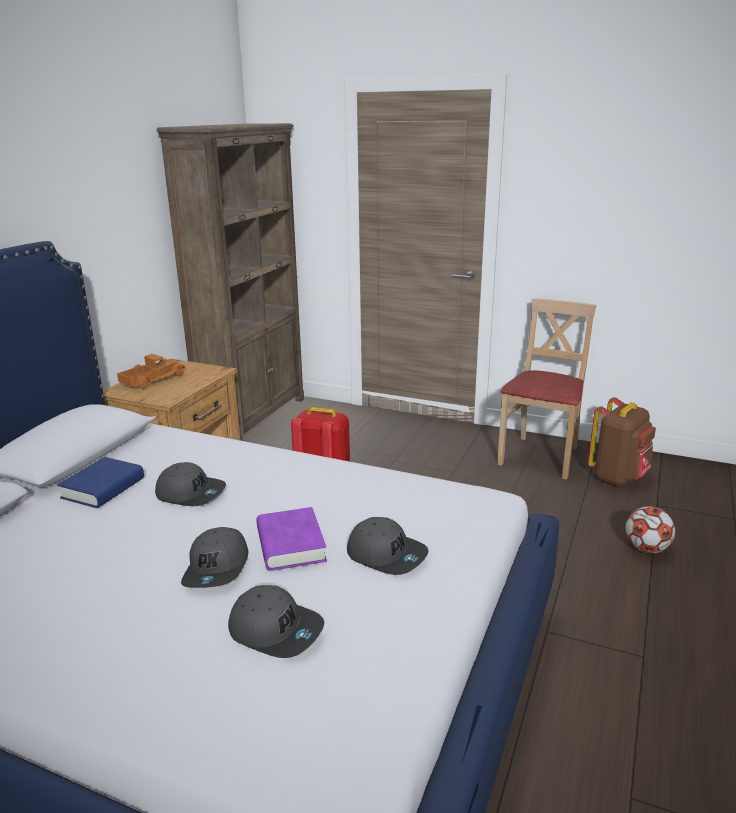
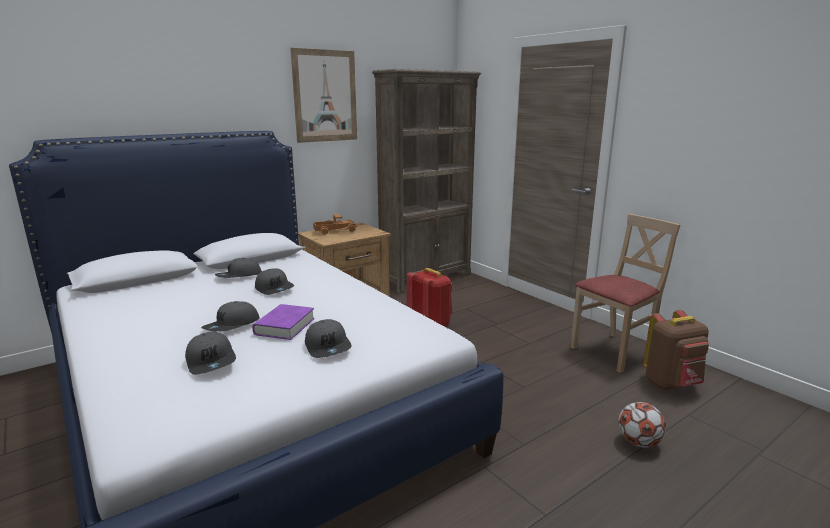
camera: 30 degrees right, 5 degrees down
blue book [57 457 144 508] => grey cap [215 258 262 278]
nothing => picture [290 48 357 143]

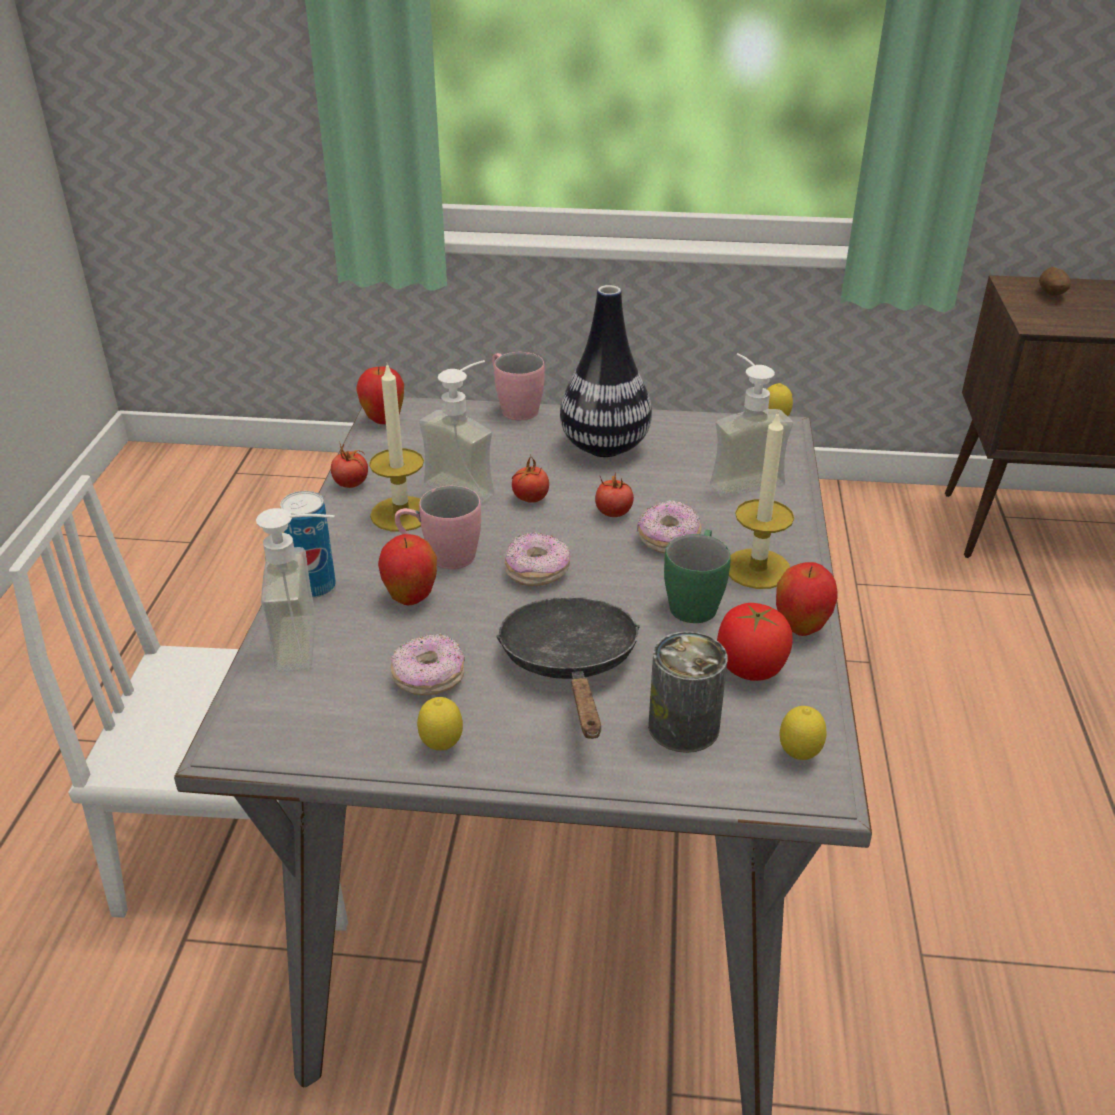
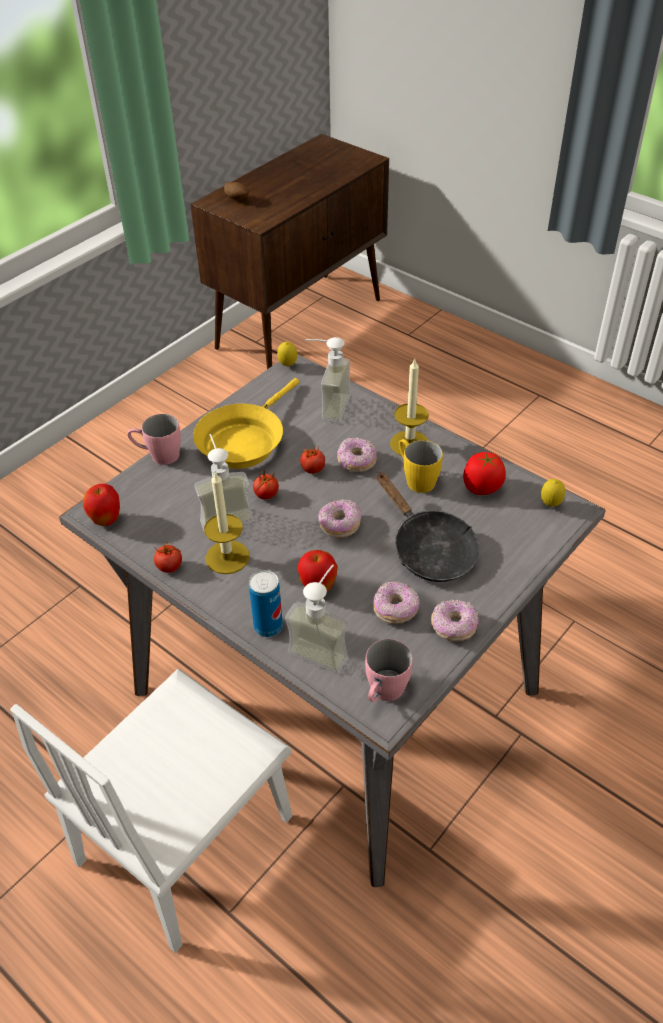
camera: 55 degrees left, 10 degrees up
vase [560 285 652 457] => yellow frying pan [193 378 299 469]
pink mug [395 486 481 569] => pink mug [365 639 413 702], relocated
green mug [664 529 731 623] => yellow mug [399 439 443 493]
apple [776 562 838 636] => nothing
black frying pan [496 597 640 739] => black frying pan [376 472 479 582], 150 degrees counterclockwise
can [648 631 727 753] => nothing
lemon [417 697 463 751] => donut [431 599 479 641]

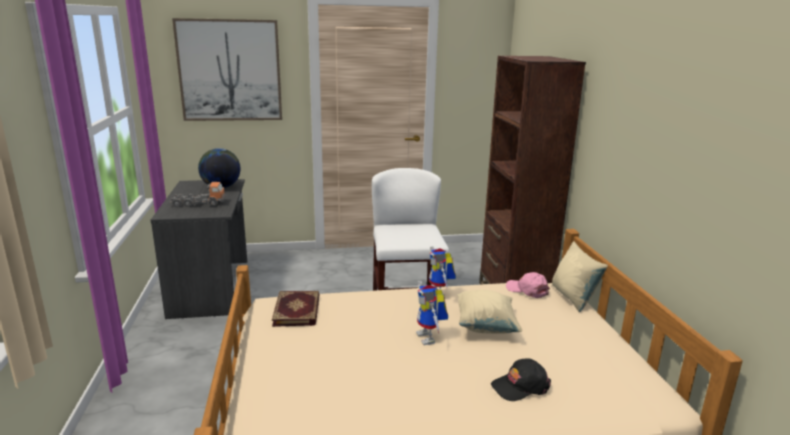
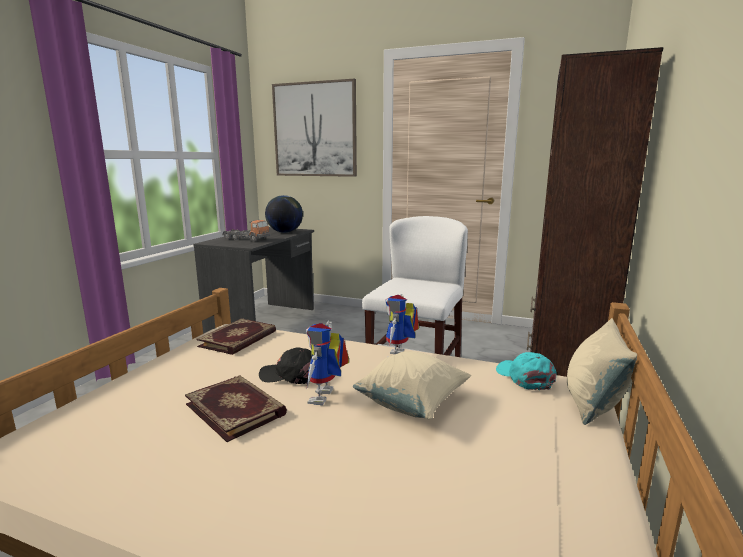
camera: 30 degrees right, 5 degrees down
pink cap [506 272 550 298] => turquoise cap [496 352 557 390]
black cap [491 358 551 401] => black cap [259 348 312 384], relocated
nothing => book [185 375 287 442]

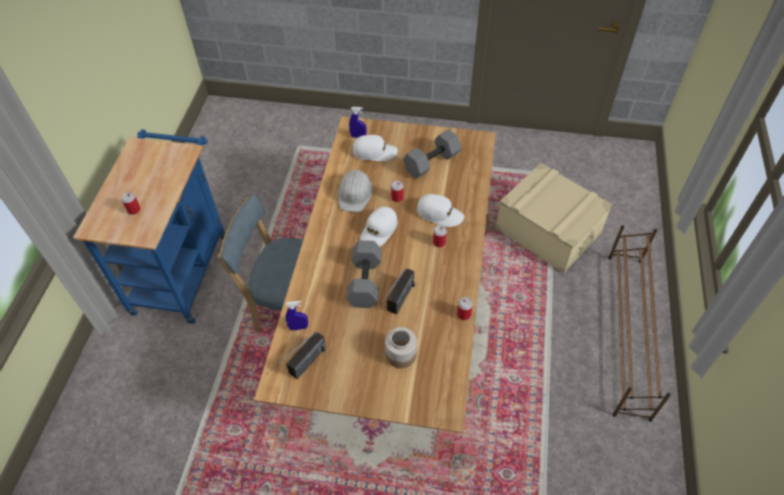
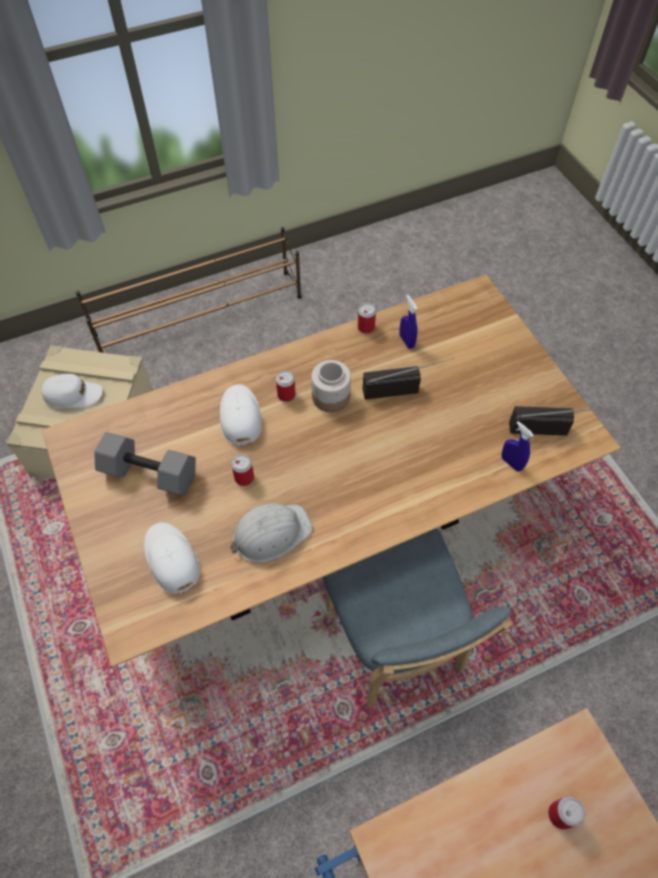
camera: 125 degrees left, 5 degrees up
blue spray bottle [349 107 367 138] => blue spray bottle [399 295 417 349], relocated
white cap [360 206 398 247] => white cap [41 374 103 408], relocated
grey dumbbell [346 240 382 308] => nothing
jar [385 327 417 368] => jar [311 360 351 412], relocated

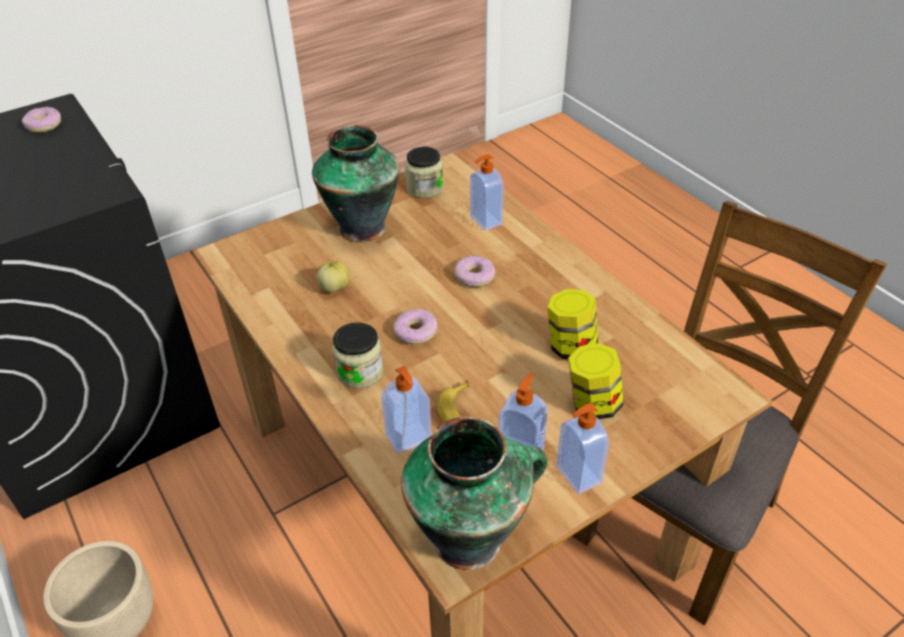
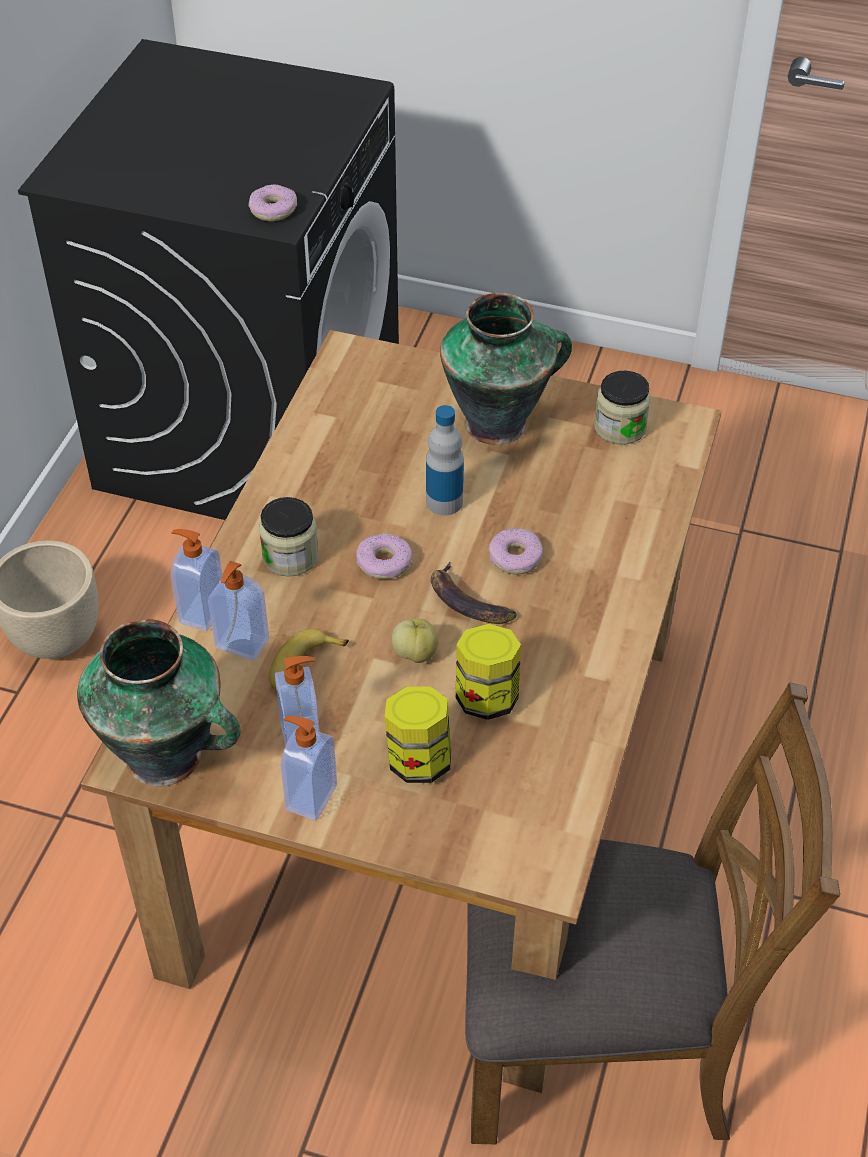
camera: 50 degrees right, 5 degrees up
donut [22 107 61 133] => donut [248 184 297 221], relocated
soap dispenser [470 154 504 231] => soap dispenser [171 529 222 631], relocated
apple [317 261 350 293] => apple [391 618 439 663], relocated
nothing => bottle [426 405 464 516]
nothing => banana [431 562 517 624]

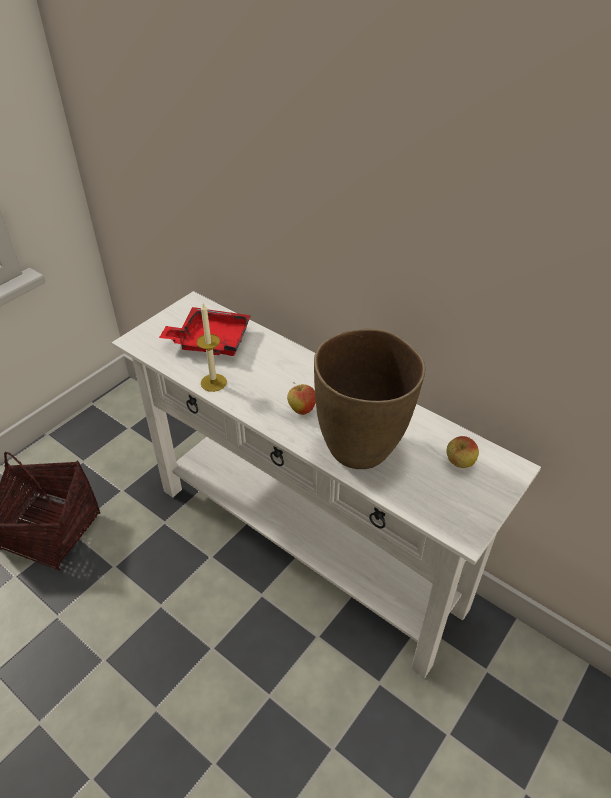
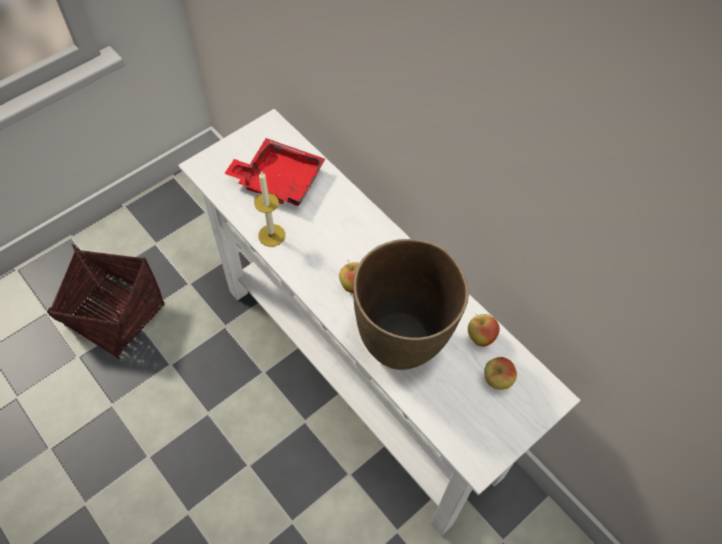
camera: 10 degrees right, 15 degrees up
nothing => apple [468 314 500 347]

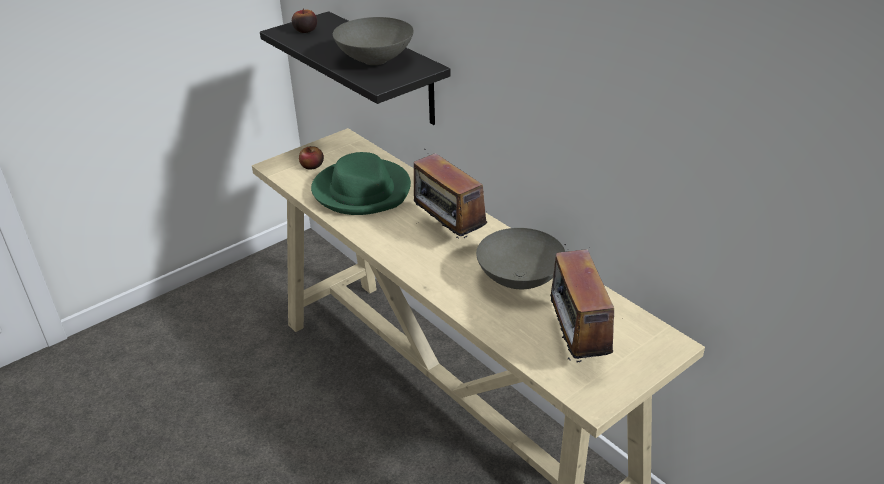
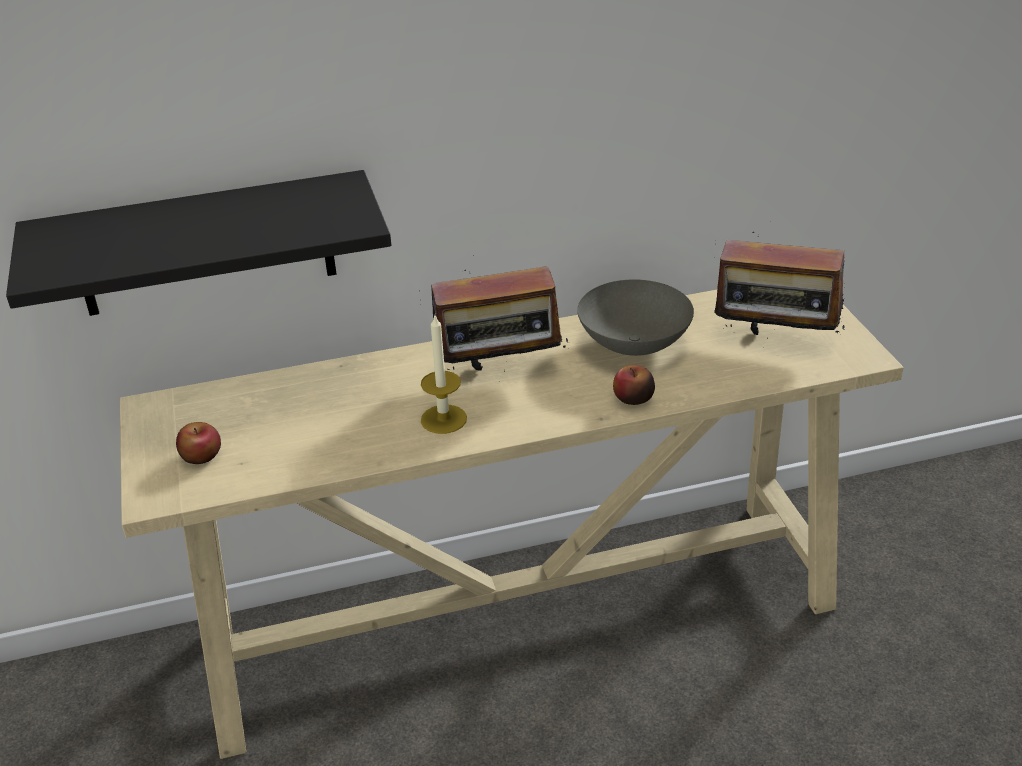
camera: 65 degrees left, 0 degrees up
apple [292 8 317 33] => apple [613 365 655 405], relocated
grey bowl [333 17 414 65] => nothing
green hat [311 152 411 215] => nothing
nothing => candle [421 316 467 434]

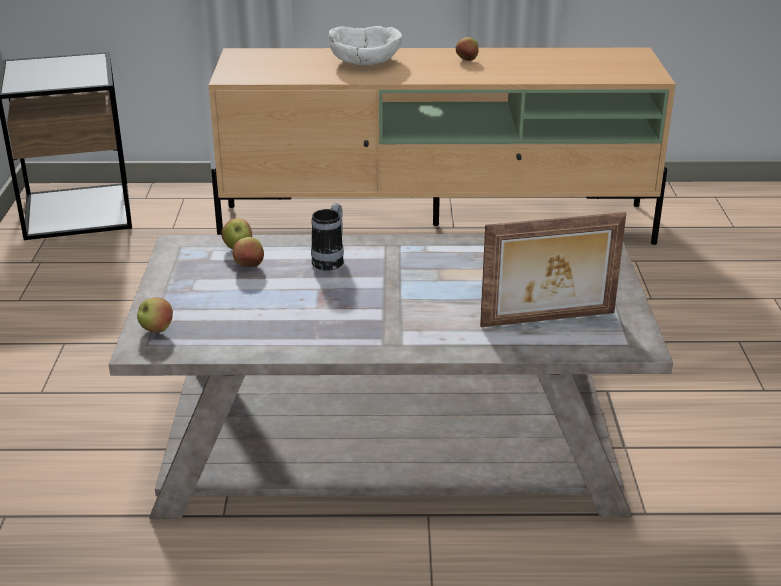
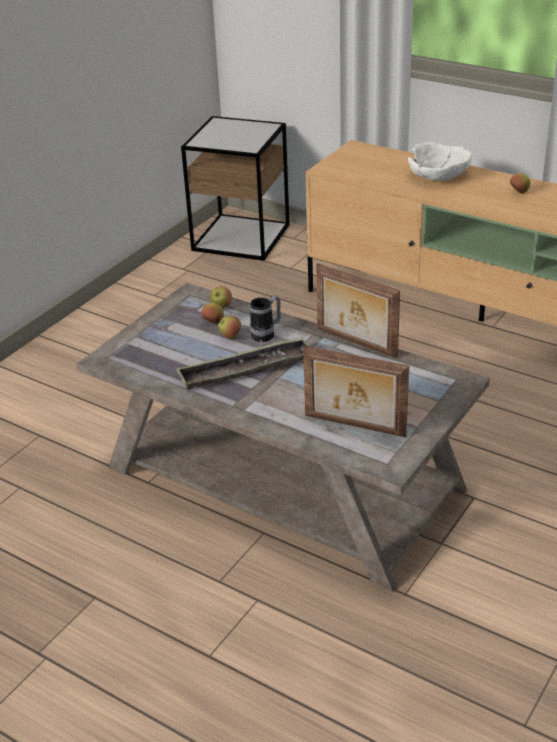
camera: 35 degrees right, 5 degrees up
apple [137 297 173 332] => apple [218 316 241 339], relocated
nothing => picture frame [316 263 400 358]
nothing => tray [176 337 309 390]

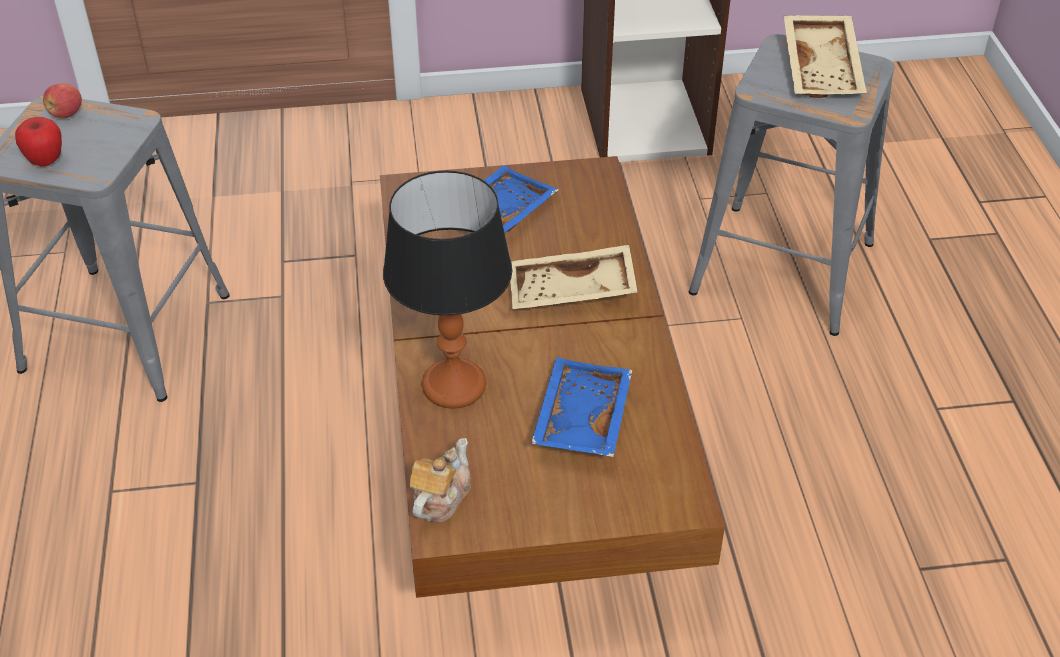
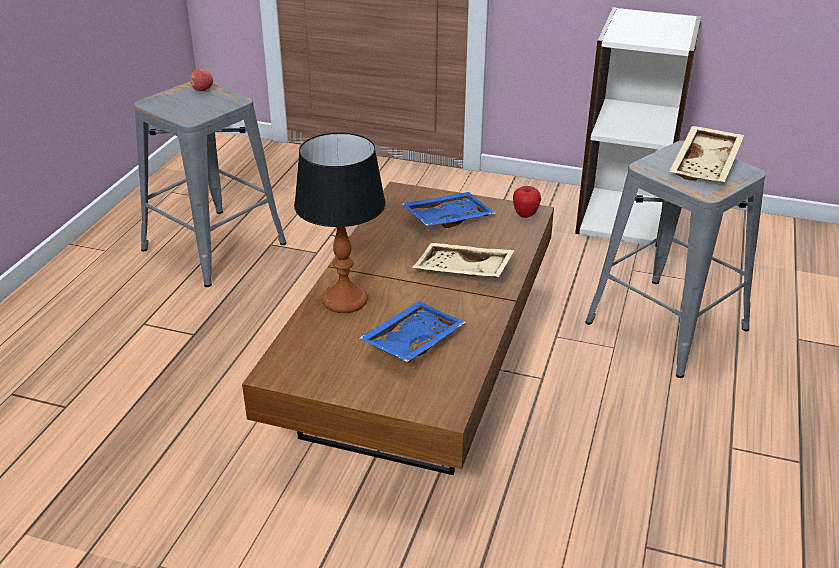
camera: 25 degrees right, 10 degrees down
apple [15 117 62 167] => apple [513 186 541 218], relocated
teapot [410 438 471 523] => nothing

